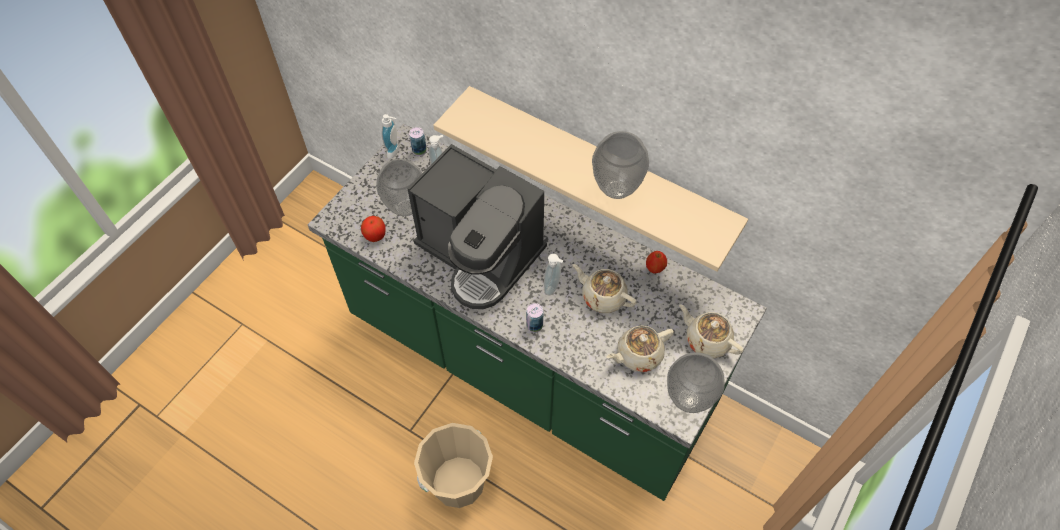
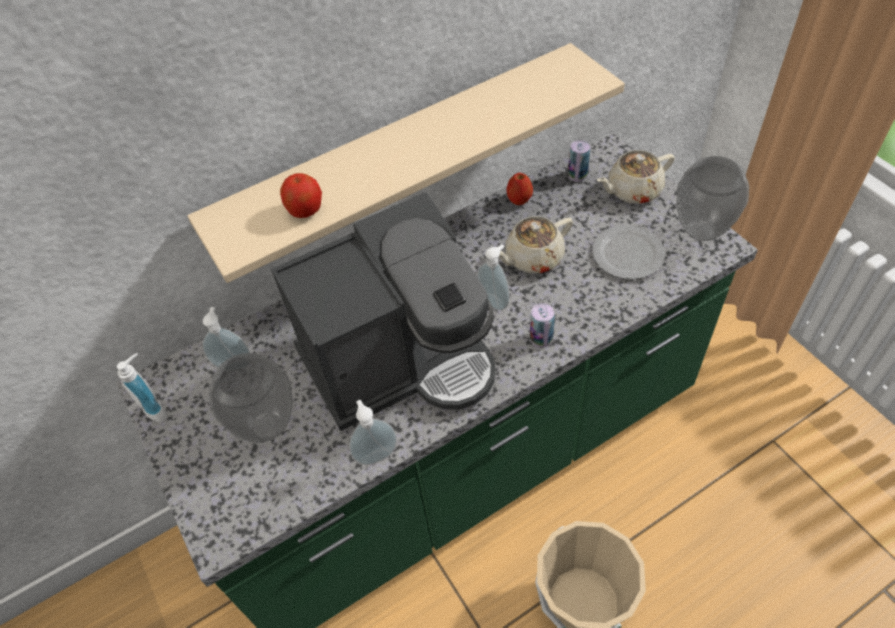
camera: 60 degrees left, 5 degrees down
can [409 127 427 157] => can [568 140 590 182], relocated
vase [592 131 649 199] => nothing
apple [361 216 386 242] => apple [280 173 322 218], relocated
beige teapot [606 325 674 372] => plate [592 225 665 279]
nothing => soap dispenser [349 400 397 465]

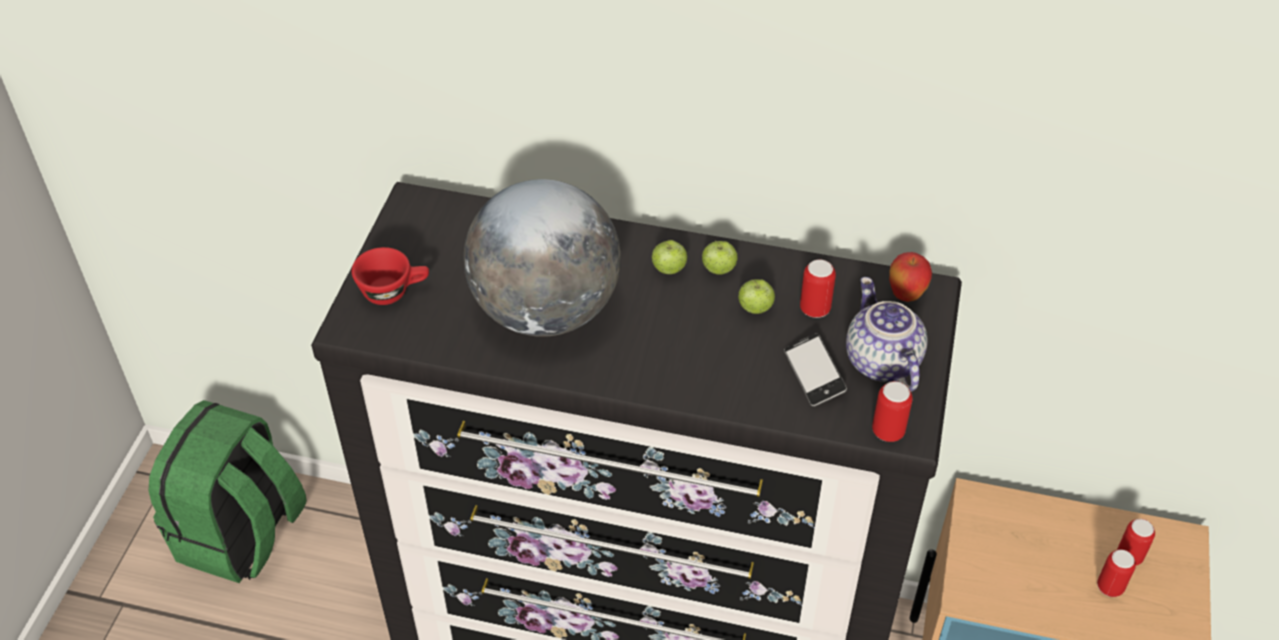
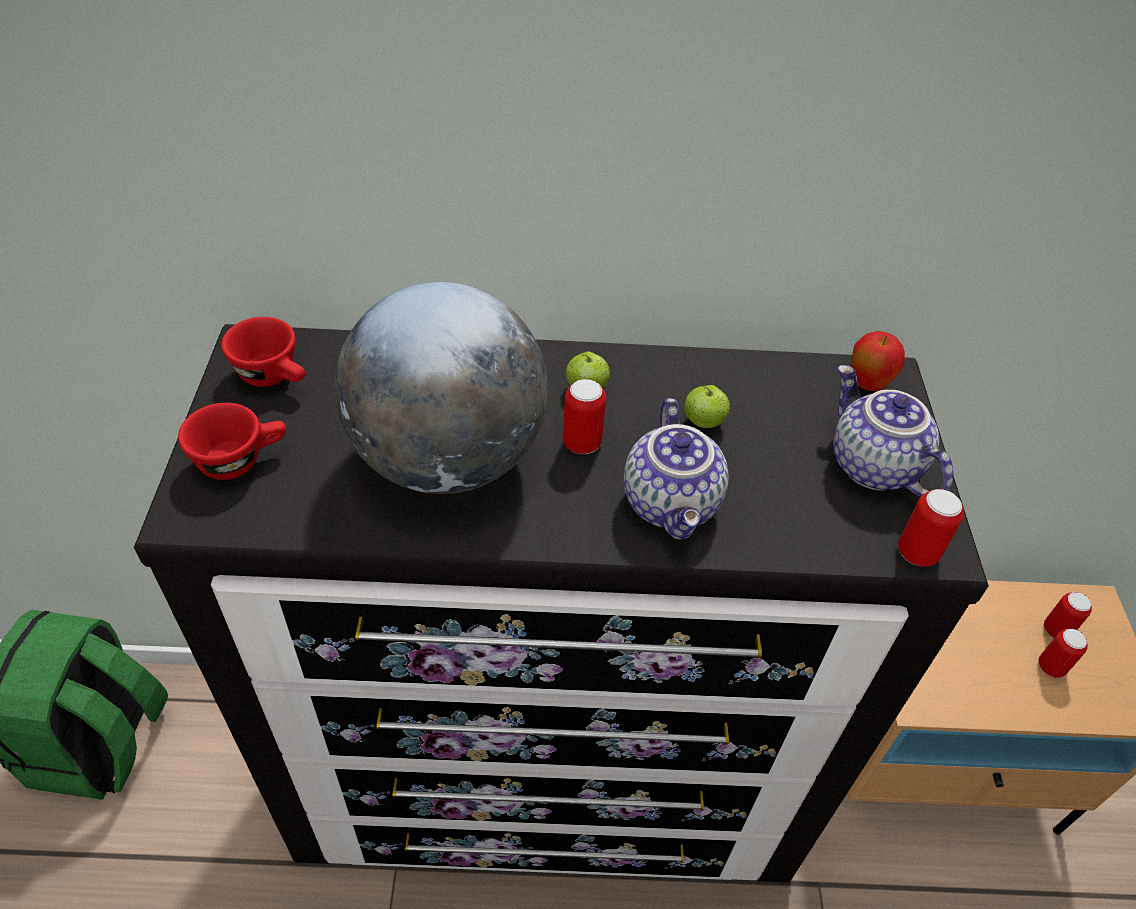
camera: 15 degrees left, 0 degrees up
apple [702 241 738 275] => nothing
can [800 259 836 318] => can [563 379 606 454], relocated
phone [784 333 847 407] => nothing
nothing => red cup [221 317 306 387]
nothing => teapot [624 398 729 540]

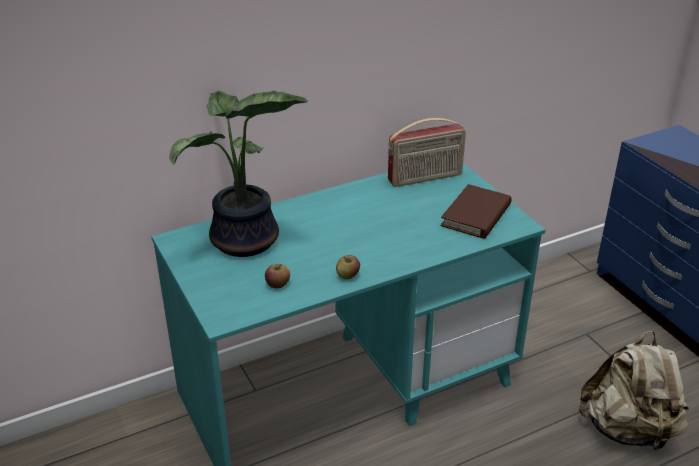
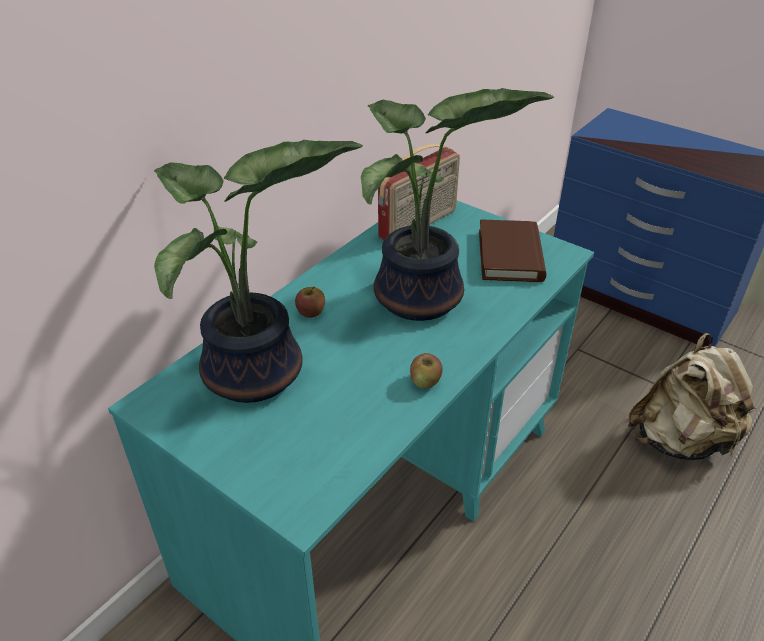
camera: 25 degrees left, 5 degrees up
apple [265 264 290 289] => apple [295 286 325 318], relocated
nothing => potted plant [361 88 554 321]

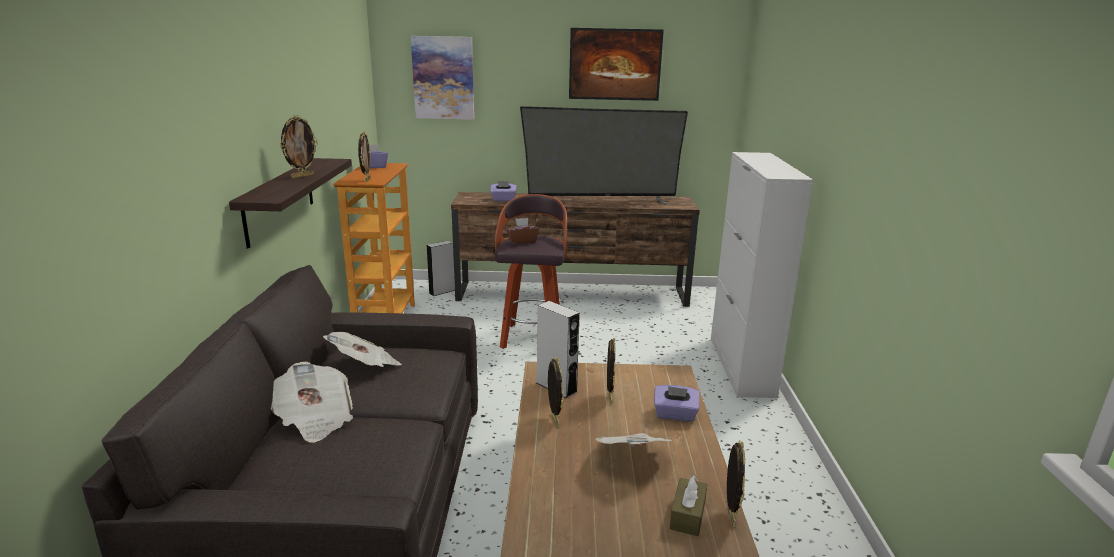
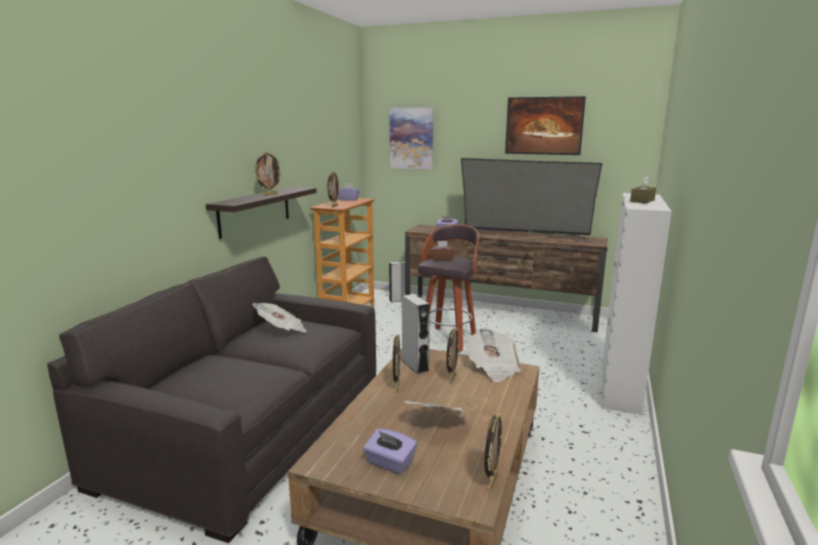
camera: 20 degrees right, 5 degrees down
newspaper [271 362 353 443] => newspaper [467 328 521 382], relocated
purple tissue box [654 385 699 422] => purple tissue box [363 429 417 474], relocated
brown tissue box [669 475 708 536] => brown tissue box [630 176 656 204], relocated

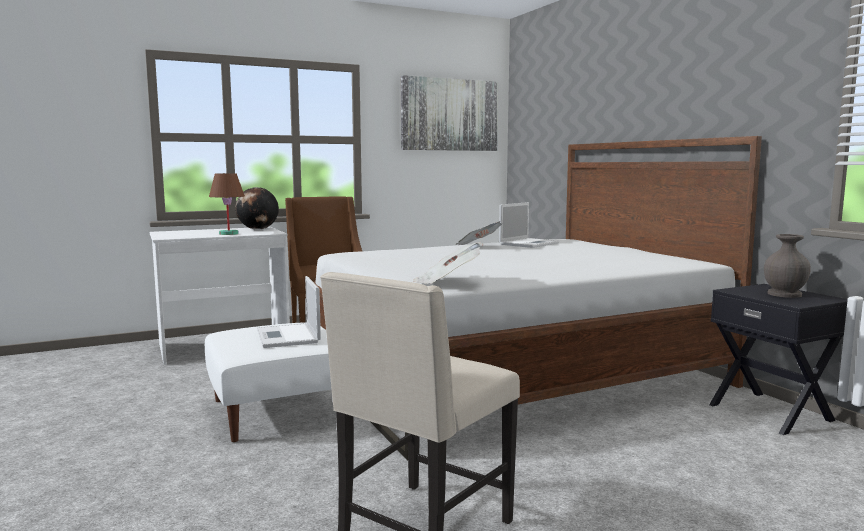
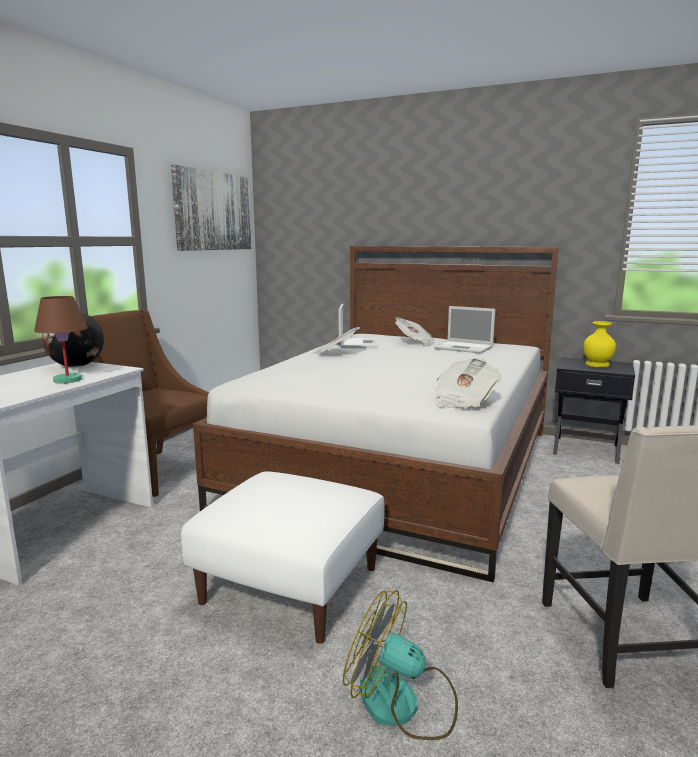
camera: 40 degrees left, 5 degrees up
grey vase [764 234 811 298] => yellow vase [583 321 616 367]
laptop [257 276 321 348] => laptop [434 306 495 354], relocated
nothing => newspaper [395 317 435 346]
nothing => fan [343 590 458 740]

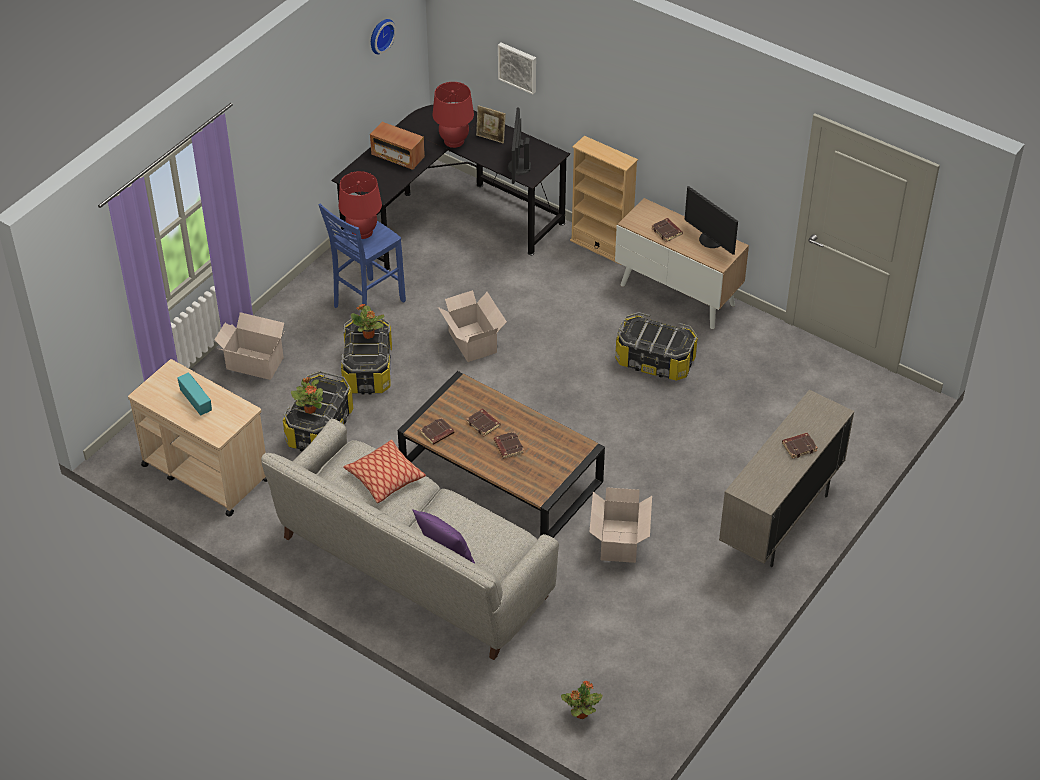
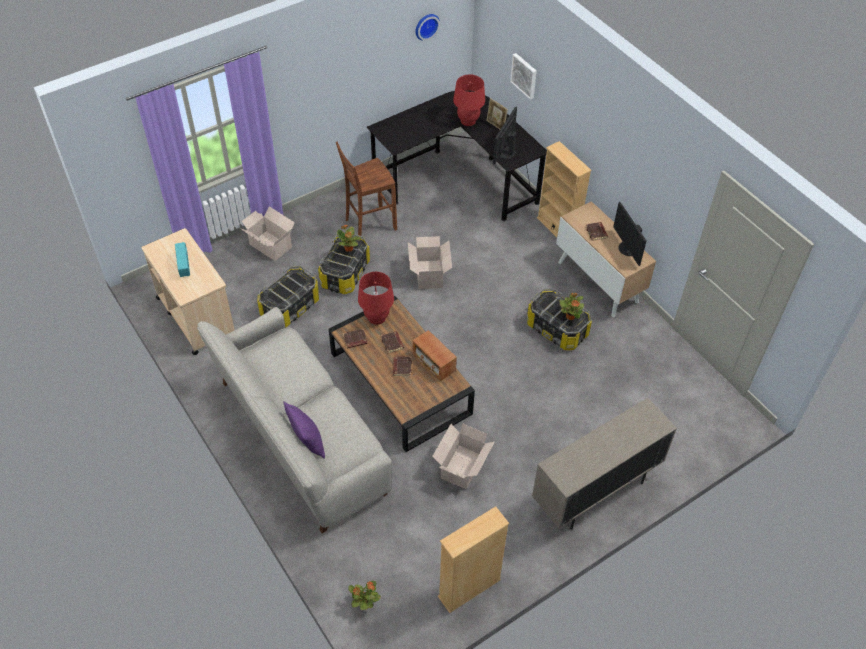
camera: 20 degrees right, 5 degrees up
radio [370 122 425 170] => radio [413 330 457 381], relocated
red table lamp [339 171 382 239] => red table lamp [358 272 394 325], relocated
blue stool [318 203 406 309] => brown stool [336 141 397 240]
potted plant [291 377 323 414] => potted plant [560 293 584 320], relocated
brown book [782 433 818 459] => nothing
pillow [343 439 426 503] => nothing
nothing => beige bookcase [438 506 509 613]

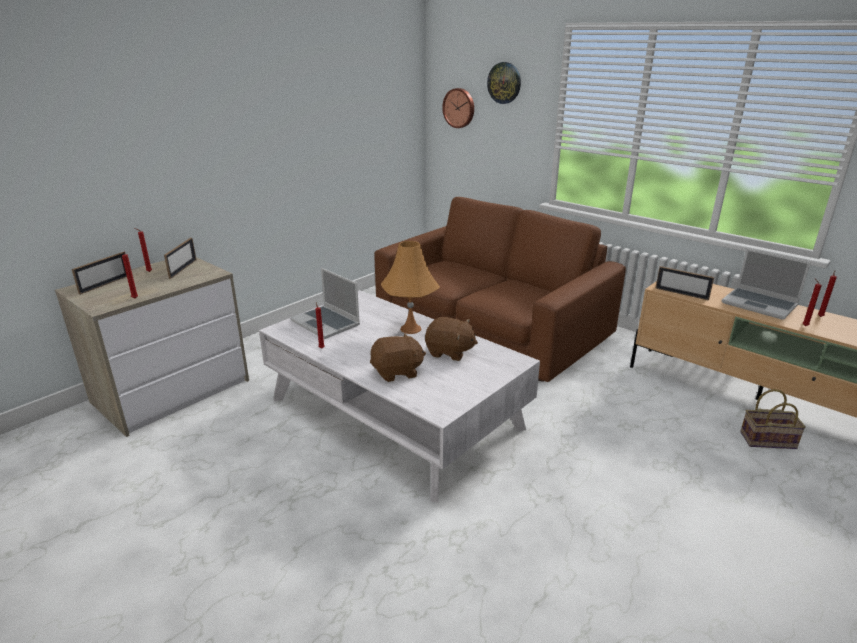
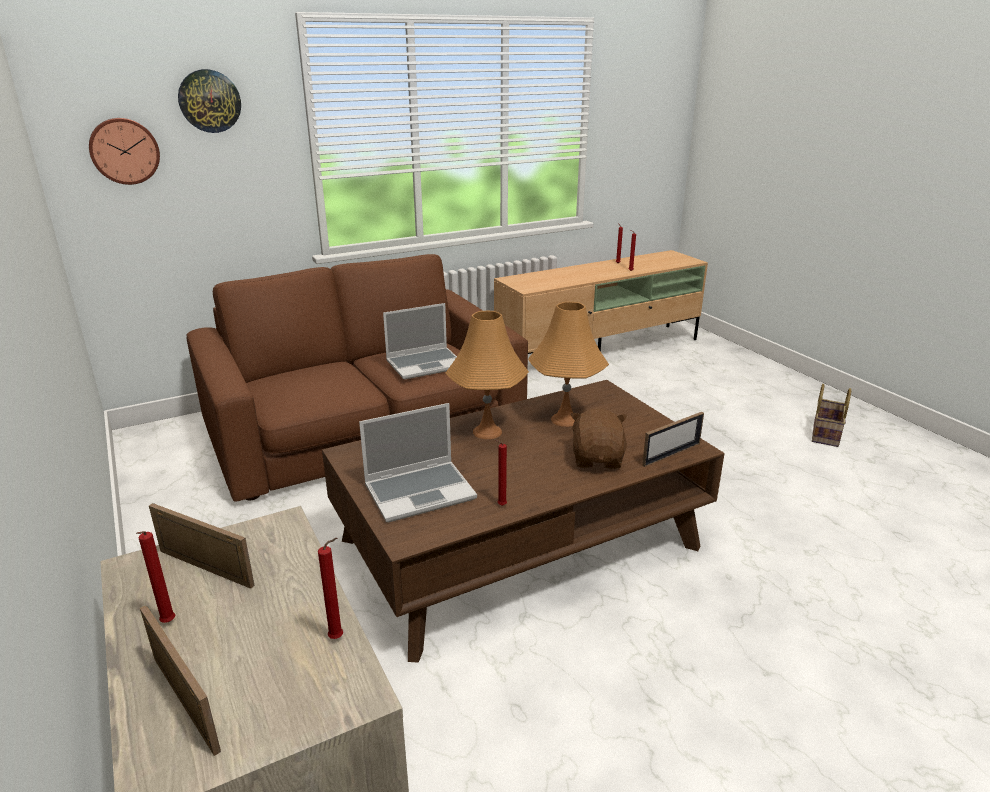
camera: 70 degrees left, 0 degrees up
laptop [722 249 811 320] => laptop [383 303 457 380], relocated
picture frame [655 266 714 301] => picture frame [642 412 704 467], relocated
white coffee table [259 290 540 502] => brown coffee table [322 380 725 663]
brown plush toy [425 317 478 361] => orange table lamp [528 302 609 427]
basket [740 389 806 449] => basket [812 384 851 447], relocated

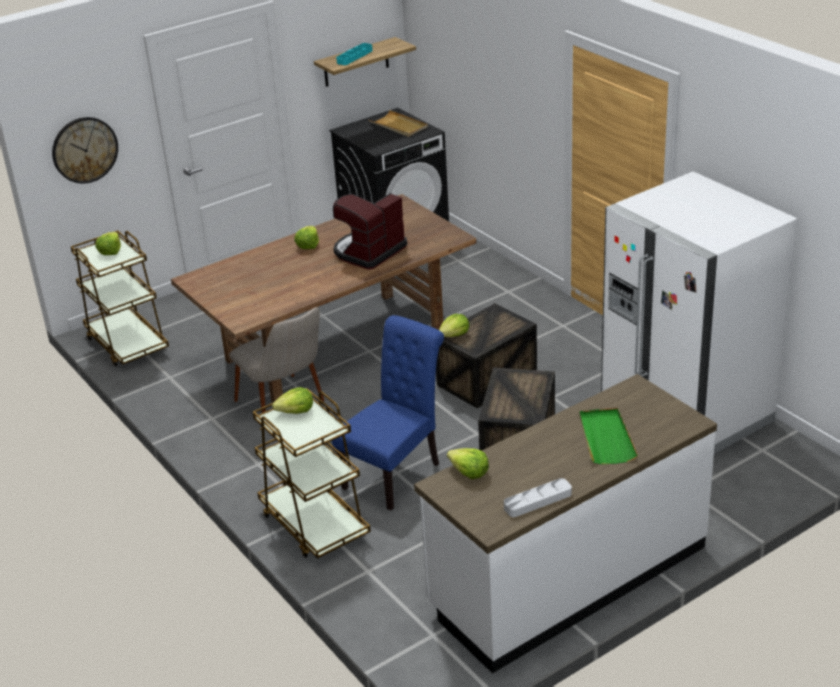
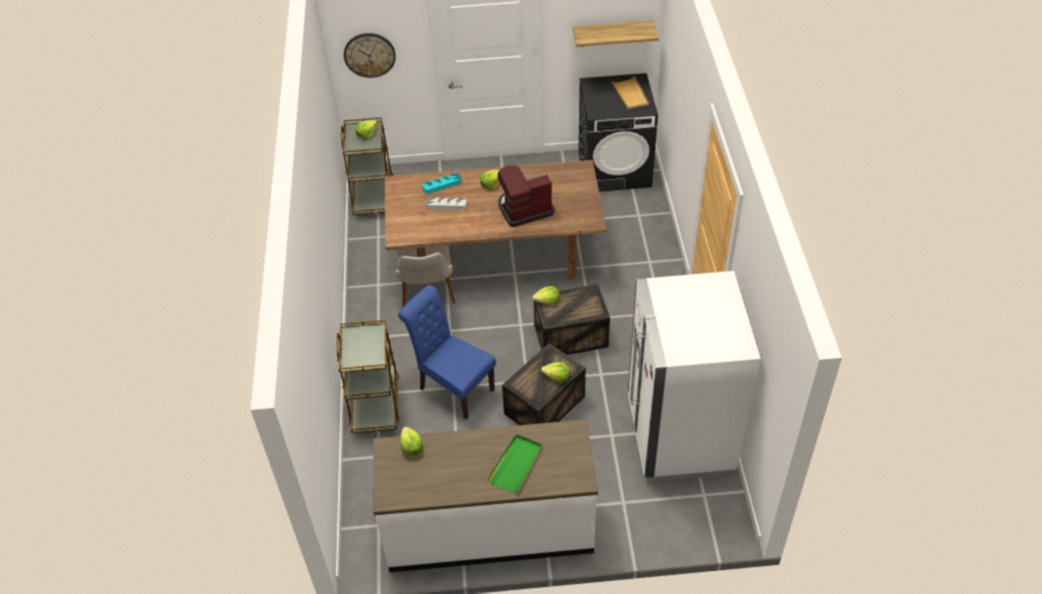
camera: 30 degrees right, 15 degrees up
turquoise tray [336 43 373 65] => turquoise tray [423 173 462 194], relocated
blue chair [332 315 444 511] => blue chair [398 285 496 420], 120 degrees counterclockwise
lettuce [272 387 313 414] => lettuce [541 362 570 382], relocated
grey tray [504 478 572 517] => grey tray [426 198 467 210], relocated

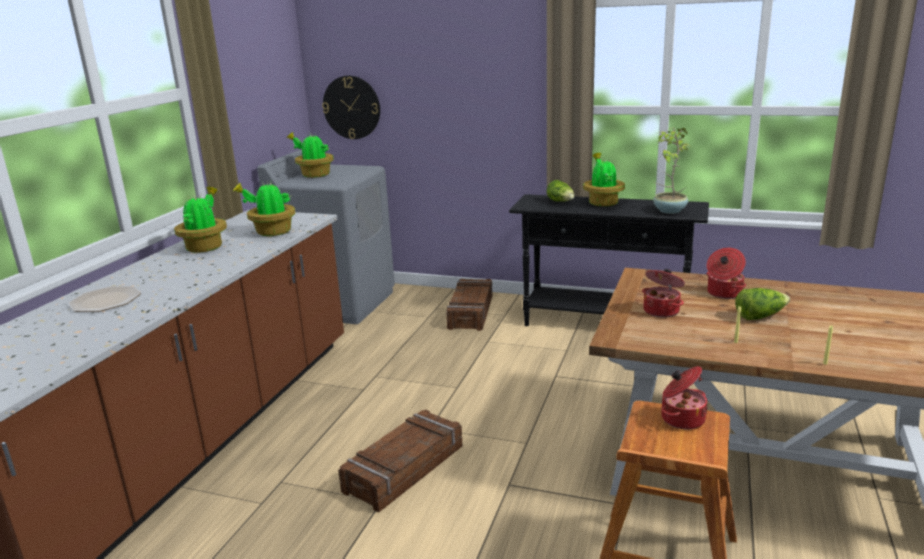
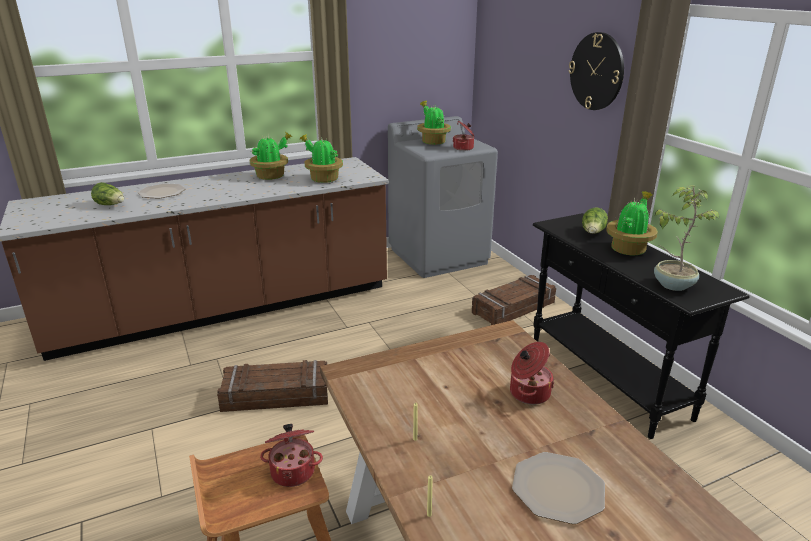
camera: 45 degrees right, 5 degrees up
wall clock [322 76 380 139] => wall clock [569 32 624 110], relocated
cooking pot [642 269 685 318] => cooking pot [453 121 474 151], relocated
lettuce [735 288 790 320] => lettuce [91 182 124 205], relocated
nothing => plate [512 452 605 524]

